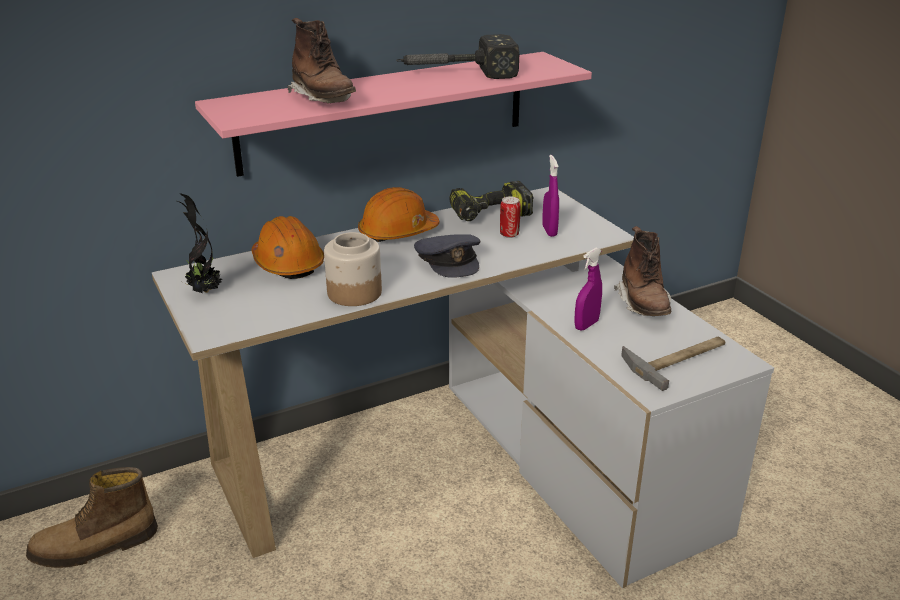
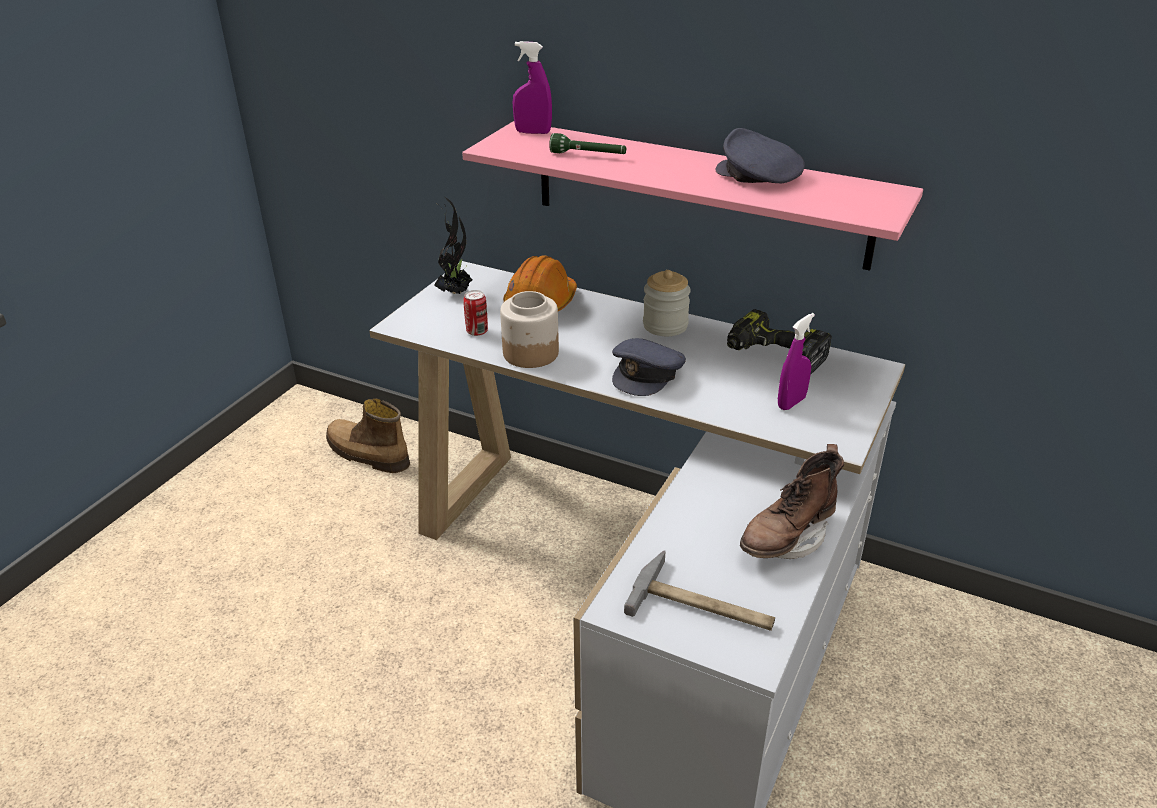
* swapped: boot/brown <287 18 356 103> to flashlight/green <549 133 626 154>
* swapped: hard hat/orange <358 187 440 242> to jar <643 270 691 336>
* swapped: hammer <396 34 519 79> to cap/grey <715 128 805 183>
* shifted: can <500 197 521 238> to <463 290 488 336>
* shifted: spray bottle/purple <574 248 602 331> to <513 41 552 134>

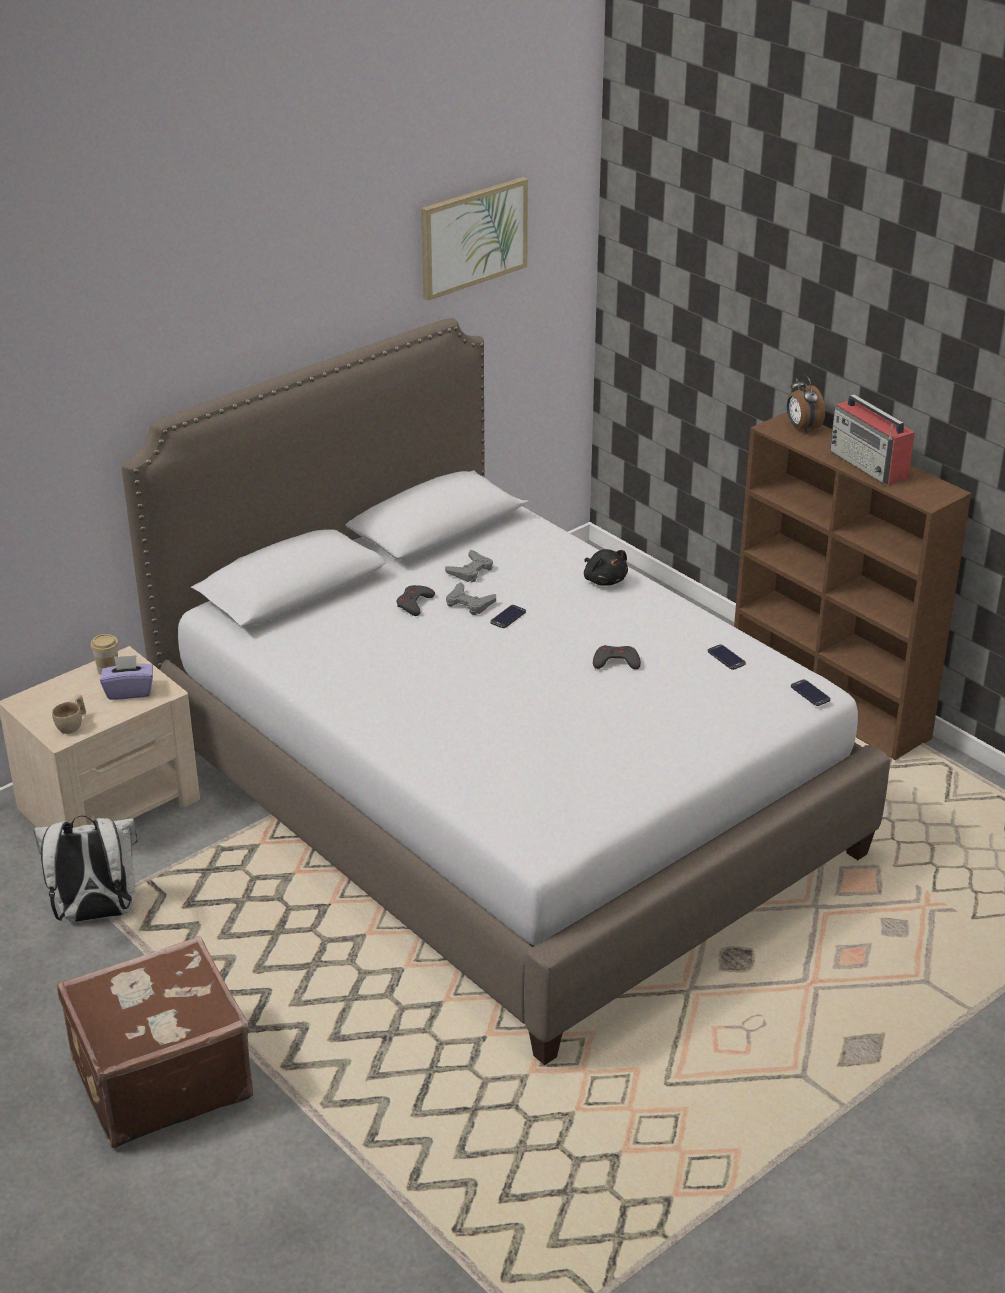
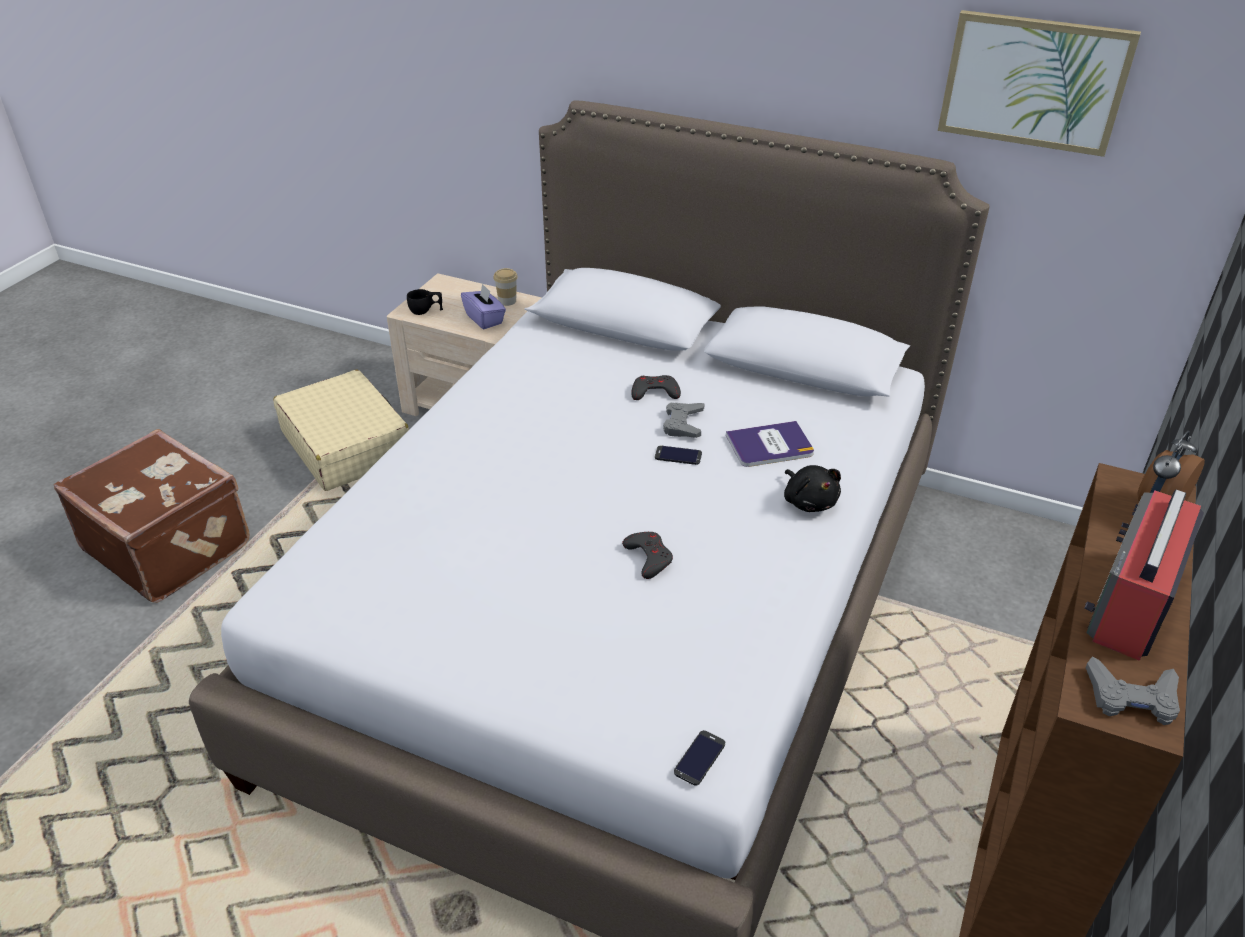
* swapped: backpack/white <34 816 138 922> to suitcase/beige <273 370 409 491>
* repainted: cup/beige <52 695 86 734> to cup/black <407 289 443 315>
* shifted: game controller/grey <445 550 493 582> to <1086 656 1180 725>
* rotated: plush toy/black <584 549 628 586> = <784 465 841 512> 60 degrees counterclockwise
* gone: phone <708 644 746 670>
* new: book <726 421 814 467>

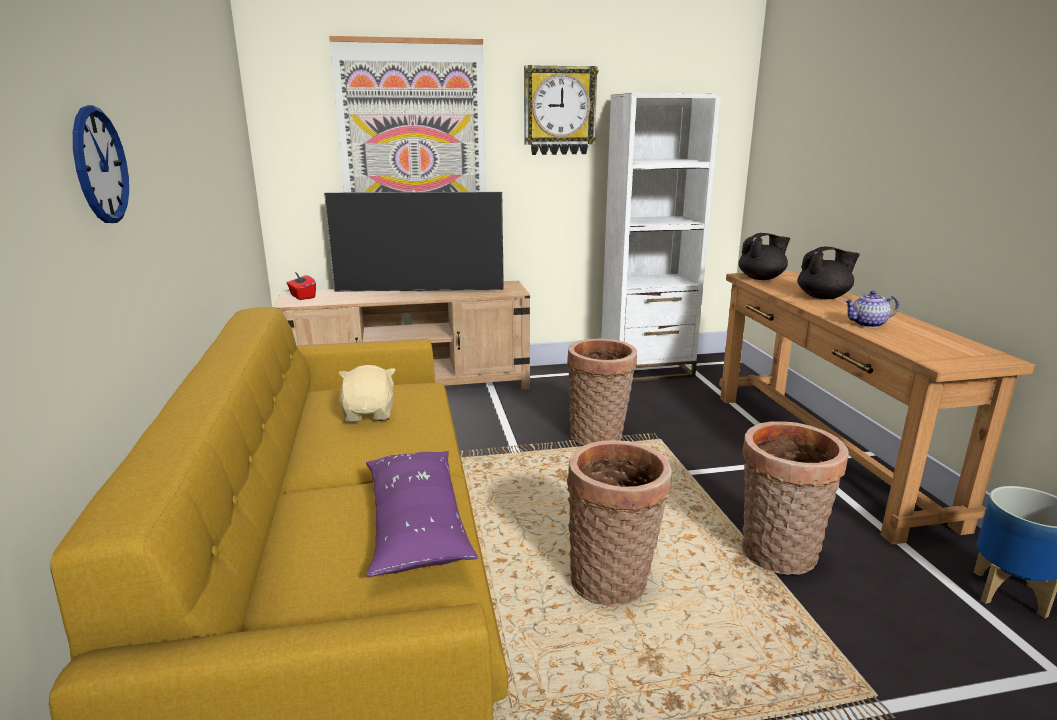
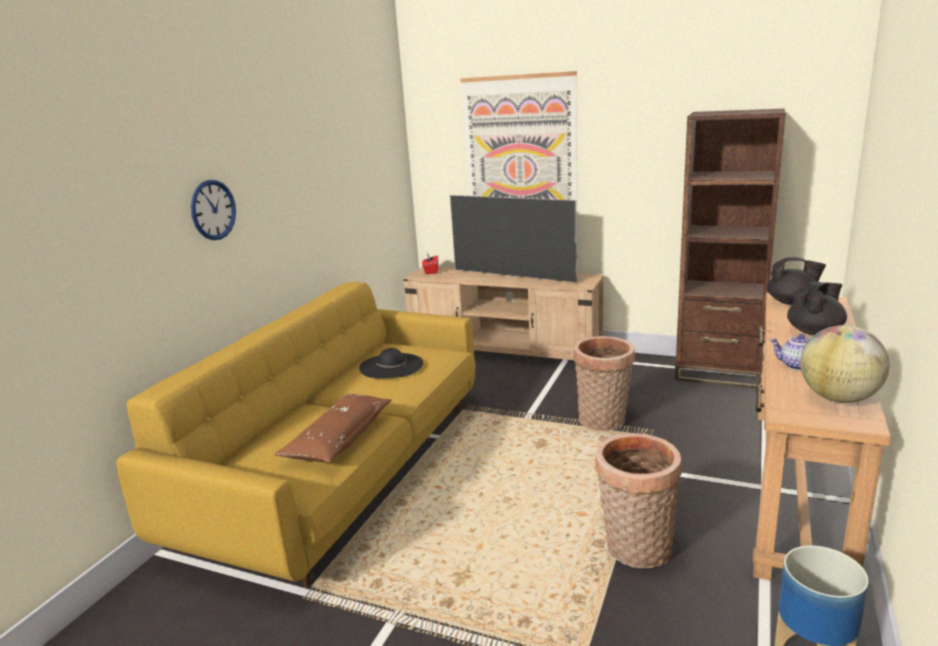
* swapped: plush toy/beige <339 365 395 423> to hat/black <359 348 423 379>
* repainted: pillow/purple <366 451 478 577> to pillow/brown <274 394 392 463>
* gone: wall clock <524 65 598 155>
* gone: basket <567 440 672 606>
* repainted: bookcase/white <601 93 721 382> to bookcase/brown <675 109 786 388>
* rotated: teapot/black <798 246 860 299> = <787 282 847 335> 60 degrees counterclockwise
* new: globe <801 325 889 403>

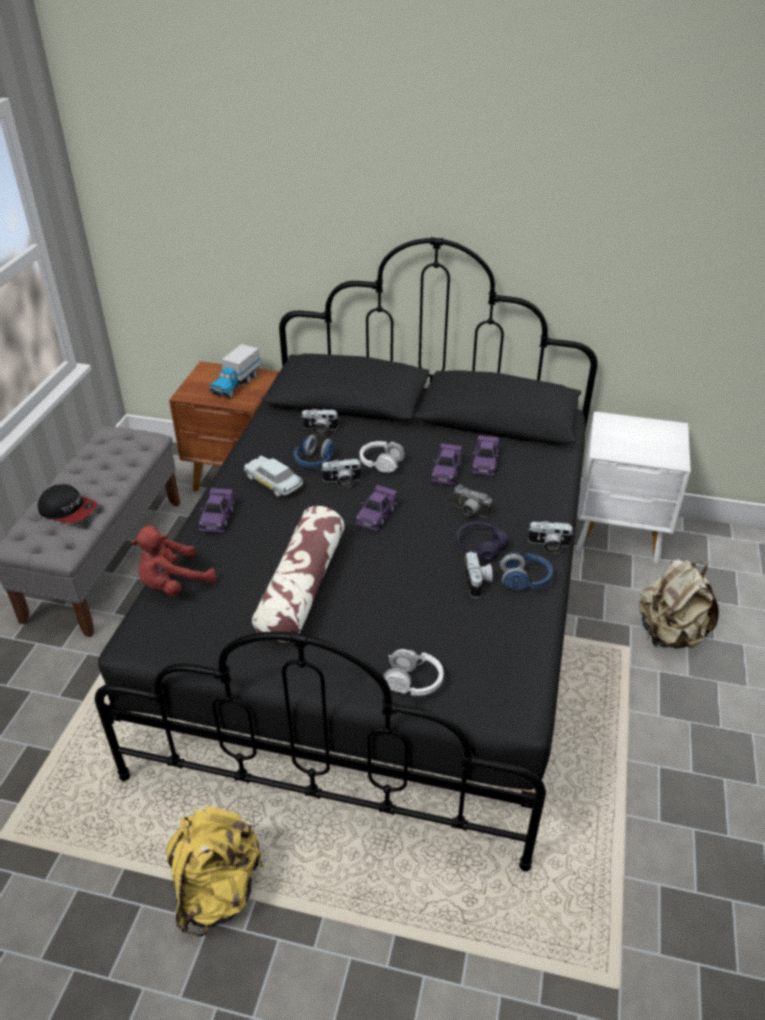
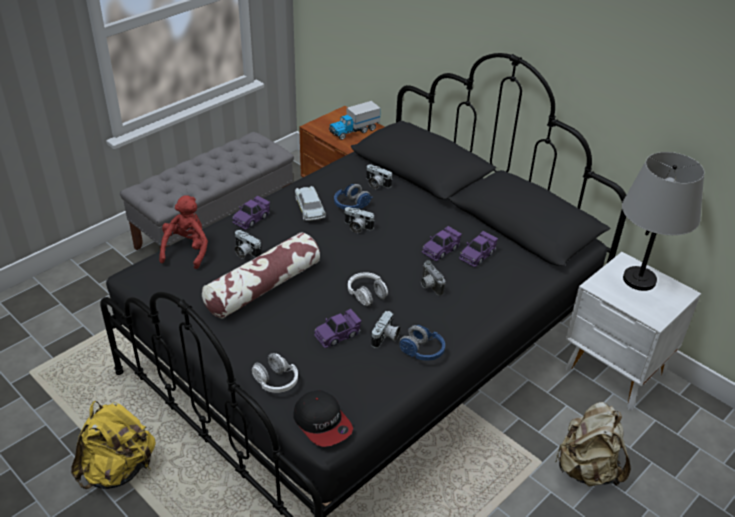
* shifted: cap <38 484 97 523> to <294 390 353 447>
* rotated: plush toy/red <131 525 217 596> = <159 195 208 269> 105 degrees clockwise
* shifted: toy car/purple <356 485 397 531> to <314 309 362 348>
* shifted: headphones/white <360 441 405 473> to <348 272 388 306>
* gone: headphones/purple <456 522 509 561>
* shifted: photo camera <528 521 573 554> to <235 230 261 259>
* new: table lamp/grey <622 152 704 291>

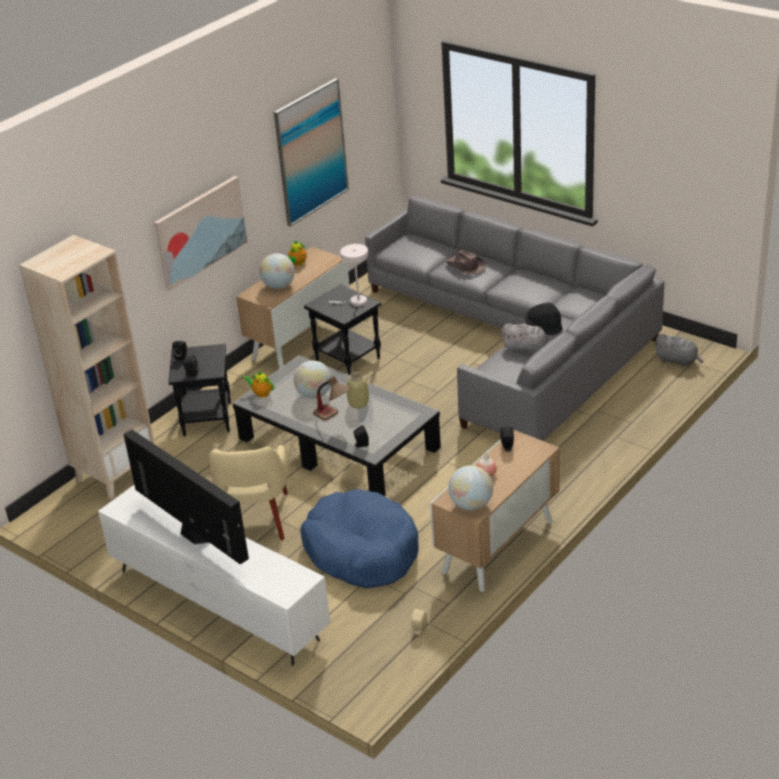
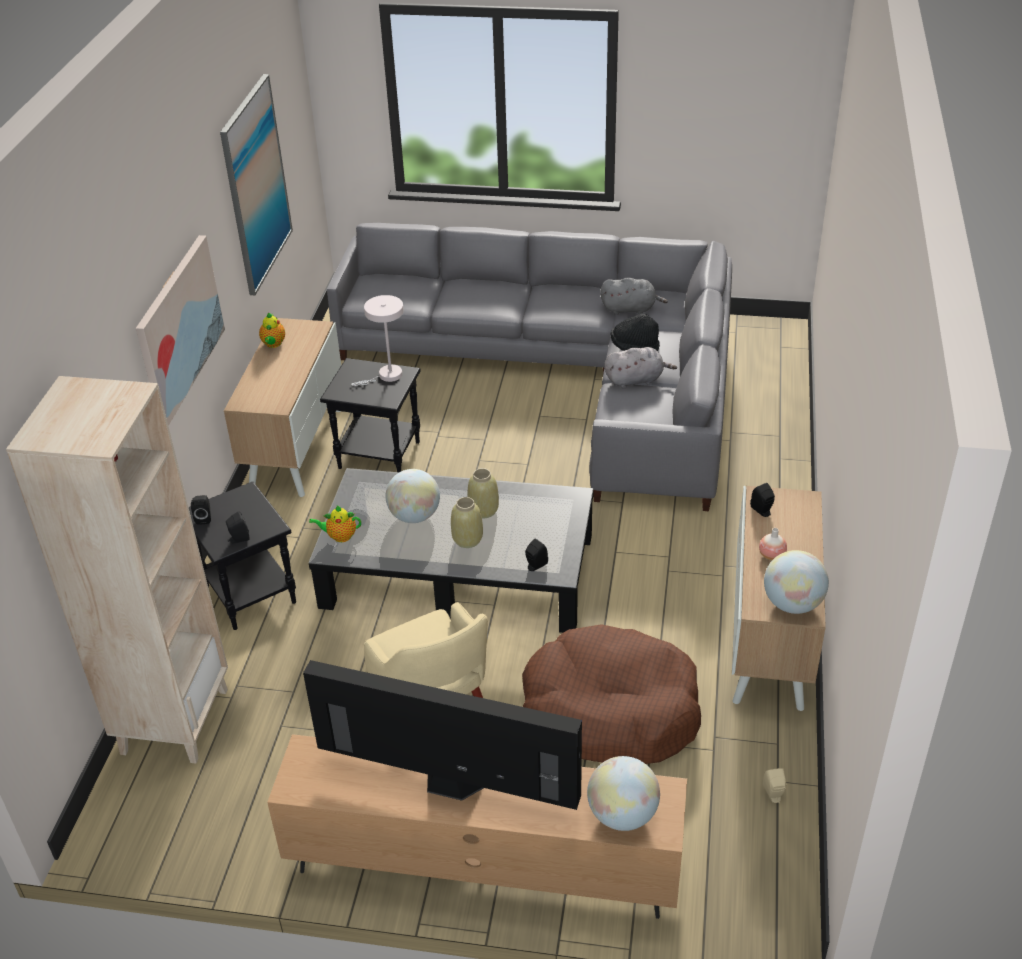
* repainted: tv stand/white <98 485 330 666> to tv stand/brown <267 734 687 919>
* shifted: globe <259 253 295 289> to <587 756 660 831>
* repainted: dog bed/blue <300 489 419 588> to dog bed/brown <522 624 701 764>
* swapped: table lamp <313 376 351 420> to vase/beige <451 497 483 548>
* gone: hat/brown <445 250 486 275>
* shifted: plush toy/grey <654 334 703 367> to <600 278 668 315>

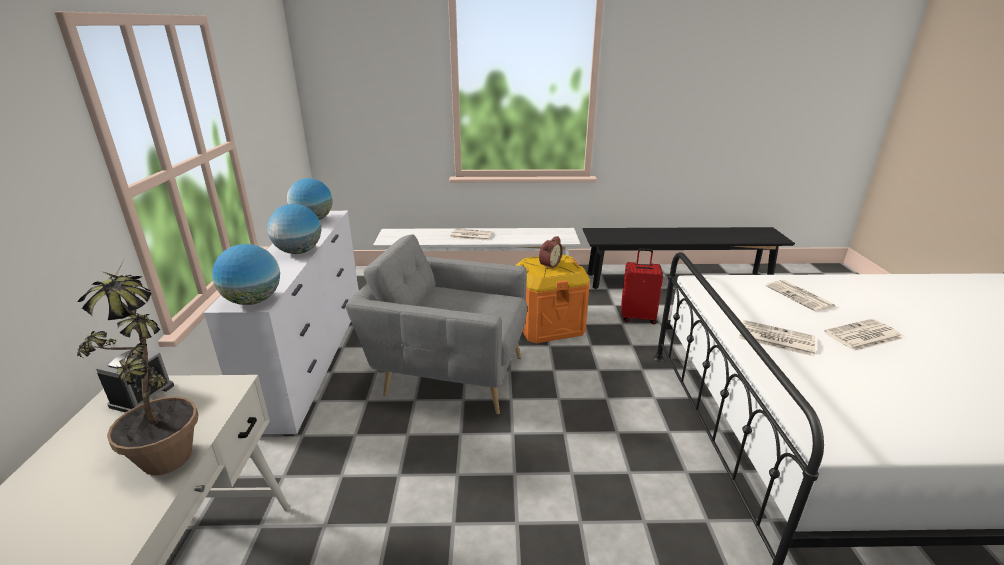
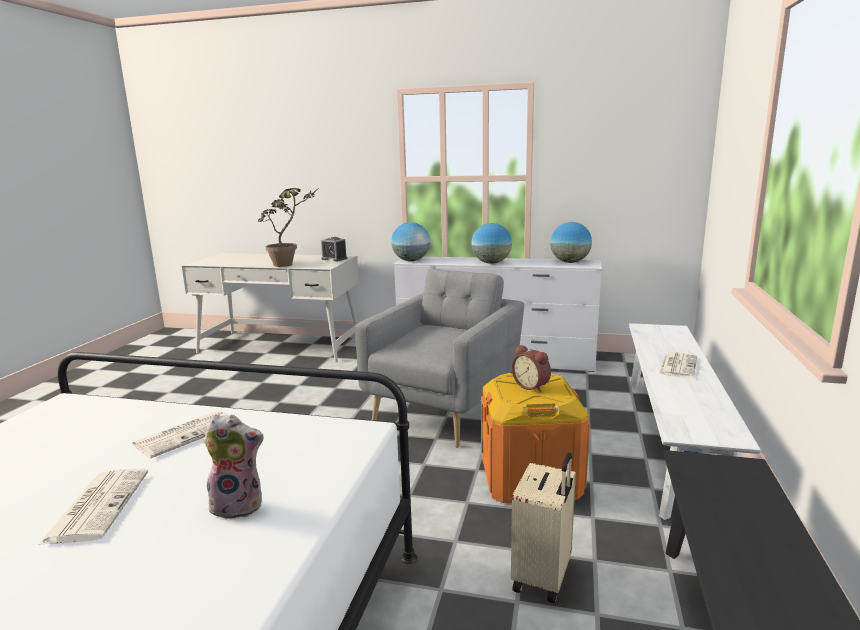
* repainted: suitcase/red <621 248 663 324> to suitcase/beige <511 452 576 603>
* swapped: newspaper <766 280 835 311> to plush toy <204 415 264 519>

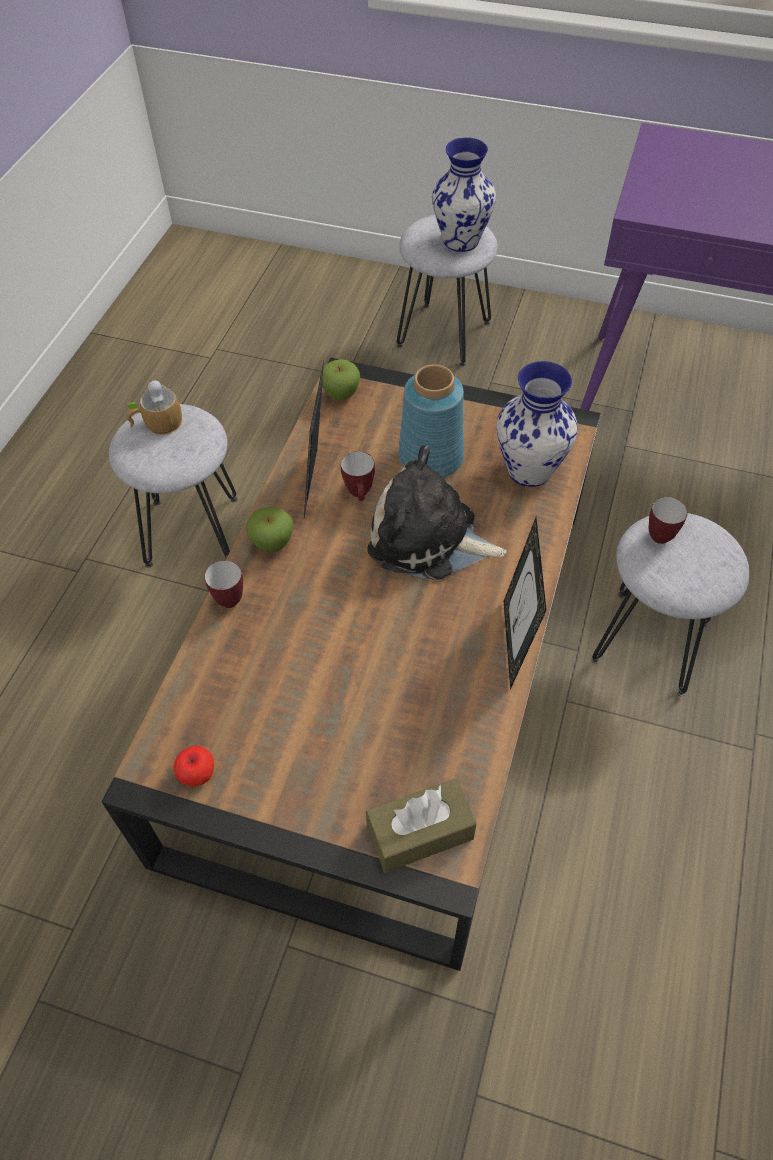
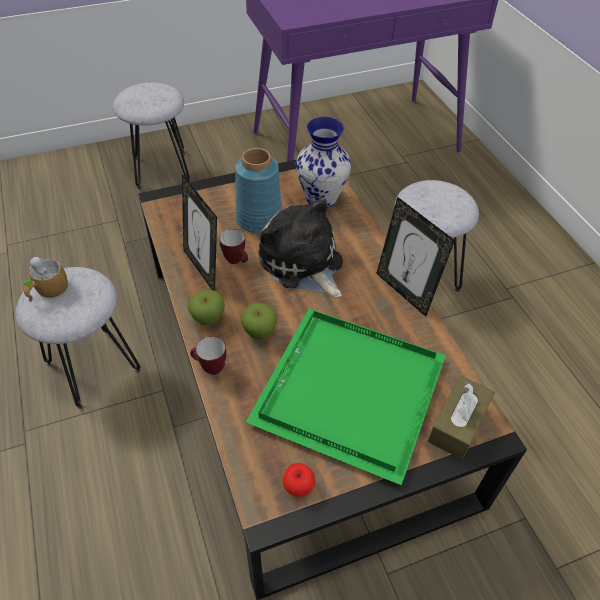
* shifted: apple <320 359 360 400> to <241 303 277 340>
* rotated: plush toy <367 445 507 580> = <258 197 343 298> 75 degrees clockwise
* gone: vase <432 137 496 252>
* gone: mug <649 497 688 544>
* new: tray/green <246 309 446 485>

